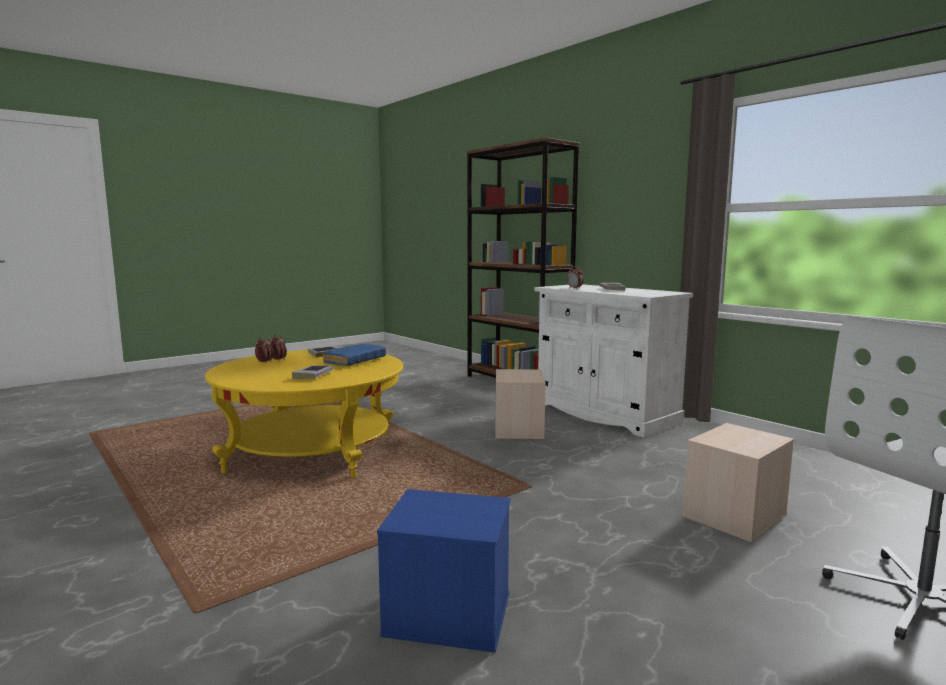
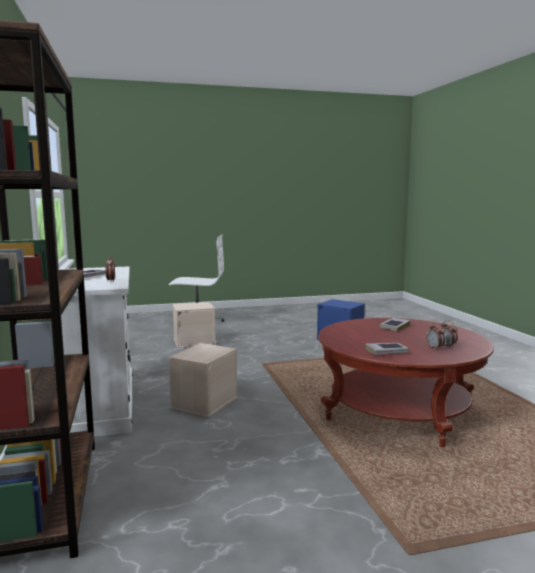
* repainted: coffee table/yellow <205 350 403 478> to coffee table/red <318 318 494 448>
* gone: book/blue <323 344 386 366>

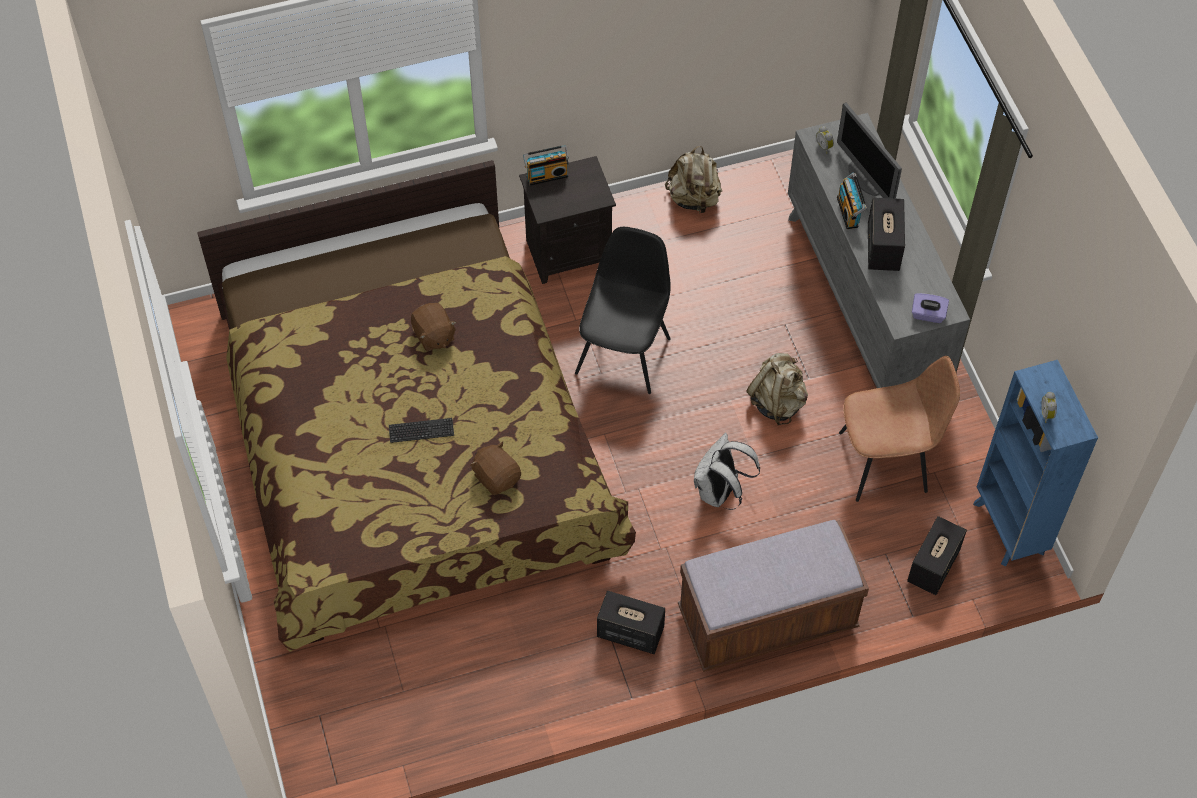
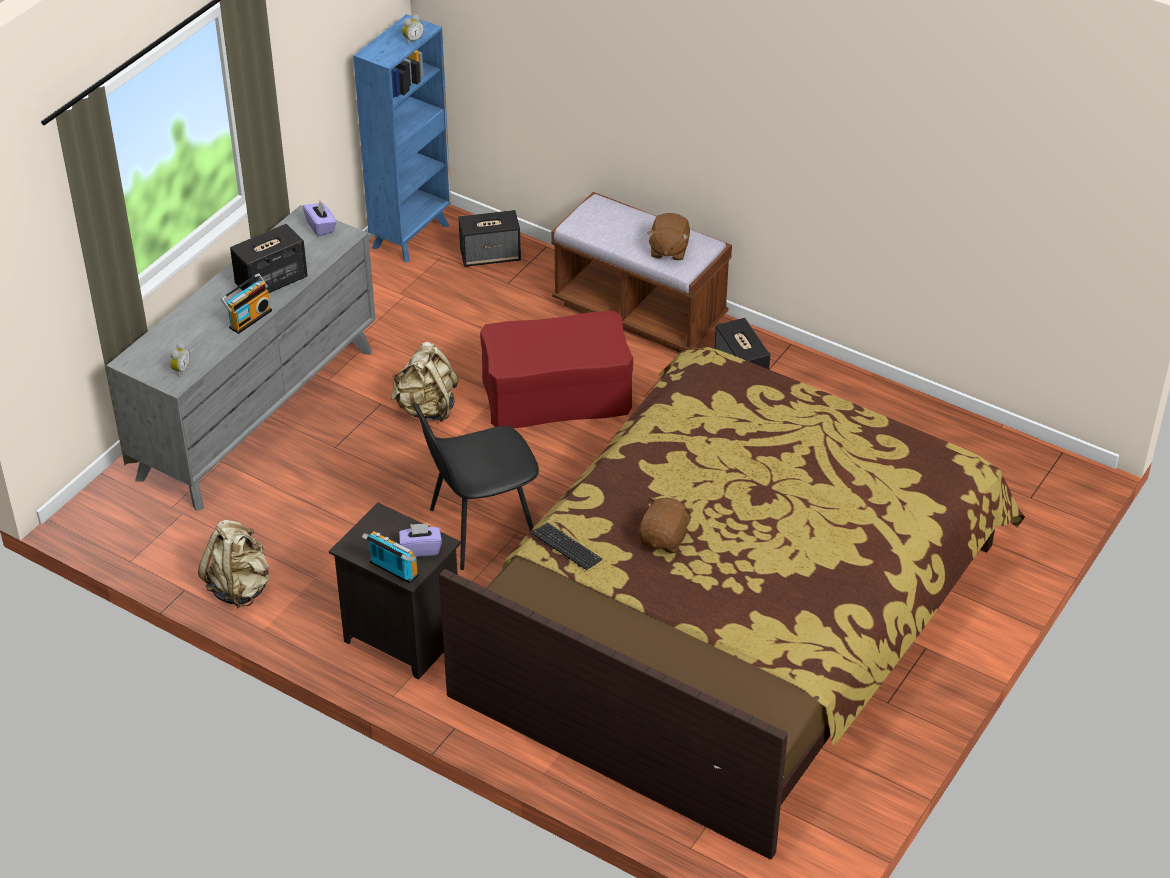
* shifted: keyboard <389 418 454 443> to <532 522 602 570>
* shifted: plush toy/brown <470 441 521 495> to <647 213 690 261>
* swapped: backpack/white <694 433 760 510> to ottoman/red <480 311 633 428>
* gone: monitor <837 103 902 199>
* gone: chair/brown <839 356 960 502>
* new: tissue box/purple <399 523 442 557>

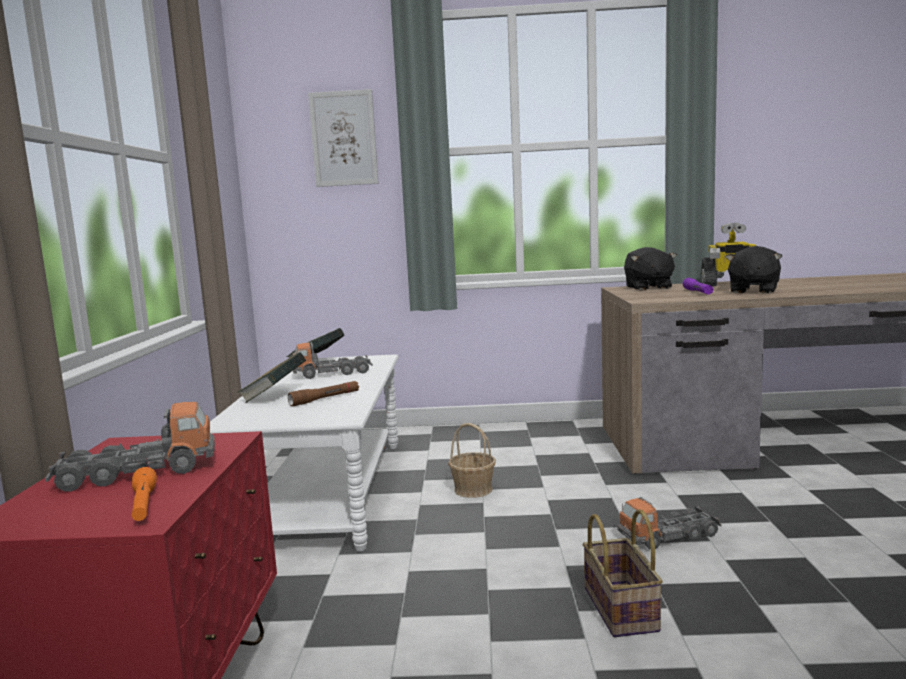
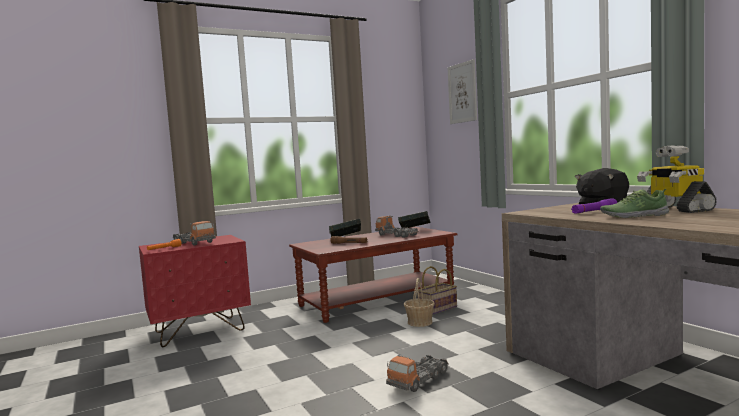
* repainted: coffee table/white <210 354 399 552> to coffee table/brown <289 227 458 323>
* shifted: basket <583 509 663 637> to <417 266 457 314>
* rotated: toy truck <617 497 722 550> = <386 355 449 392> 90 degrees counterclockwise
* swapped: plush toy/black <725 246 782 294> to shoe <600 189 669 218>

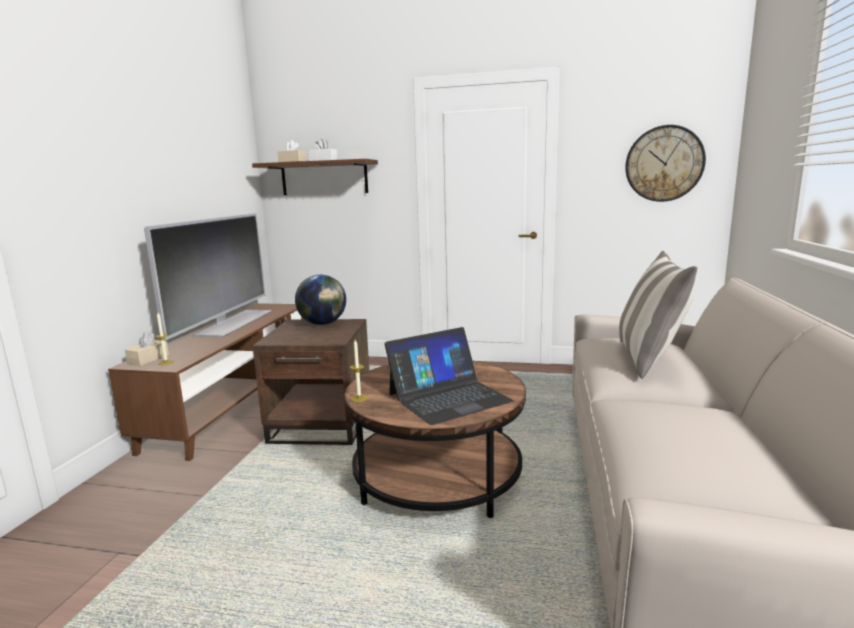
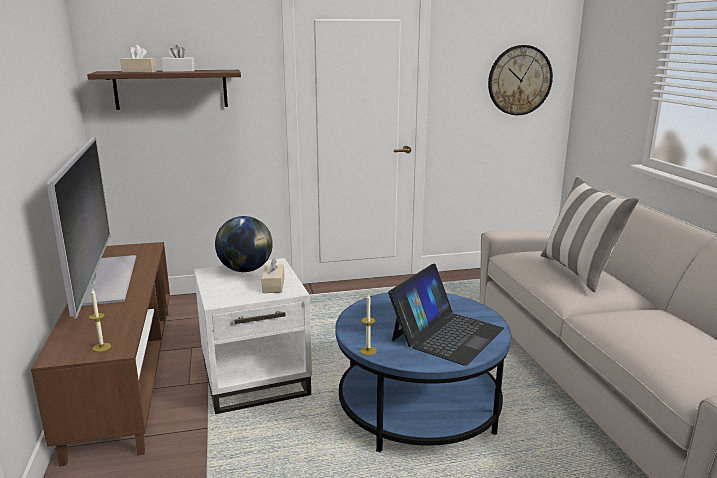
* shifted: tissue box/beige <125 332 169 366> to <261 257 285 293>
* repainted: side table/brown <253 319 369 445> to side table/white <194 258 312 414>
* repainted: coffee table/brown <345 361 526 518> to coffee table/blue <336 293 511 453>

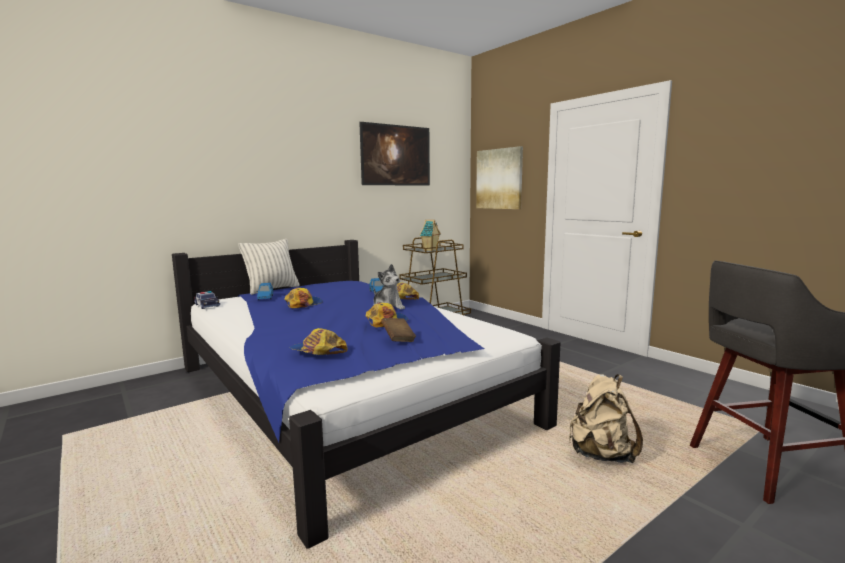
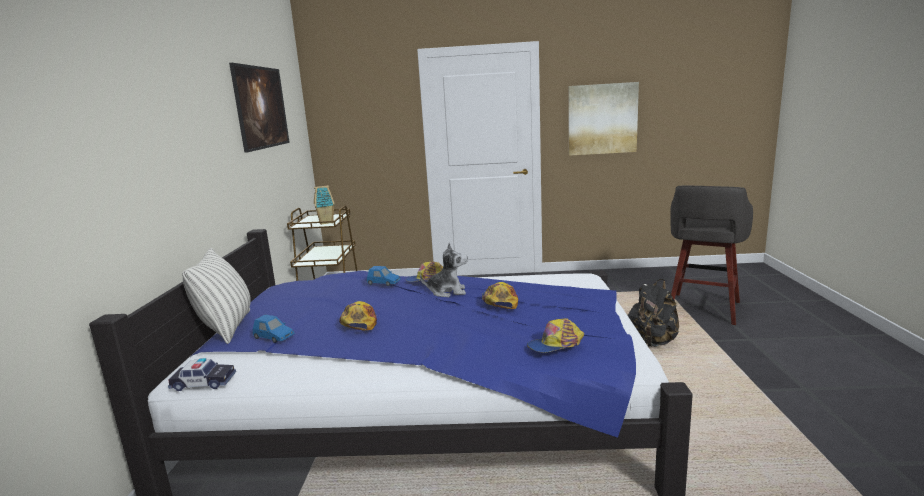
* gone: book/brown <381 318 416 342>
* shifted: picture <476 146 523 209> to <568 82 639 156>
* repainted: backpack/beige <568 374 643 463> to backpack/black <628 279 679 347>

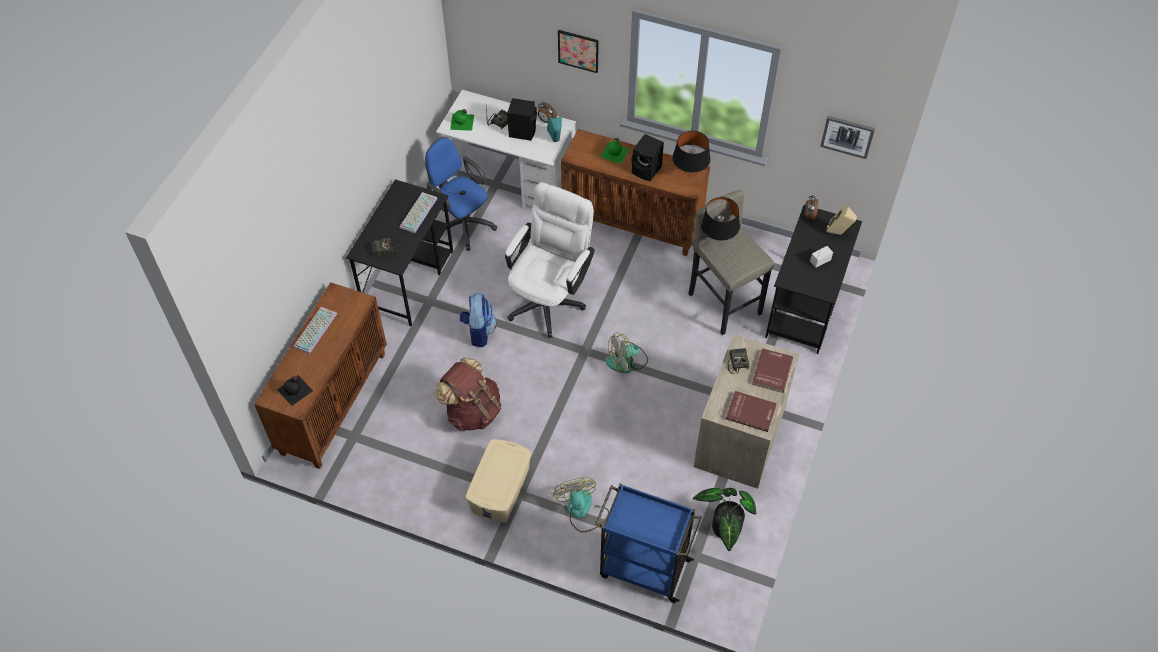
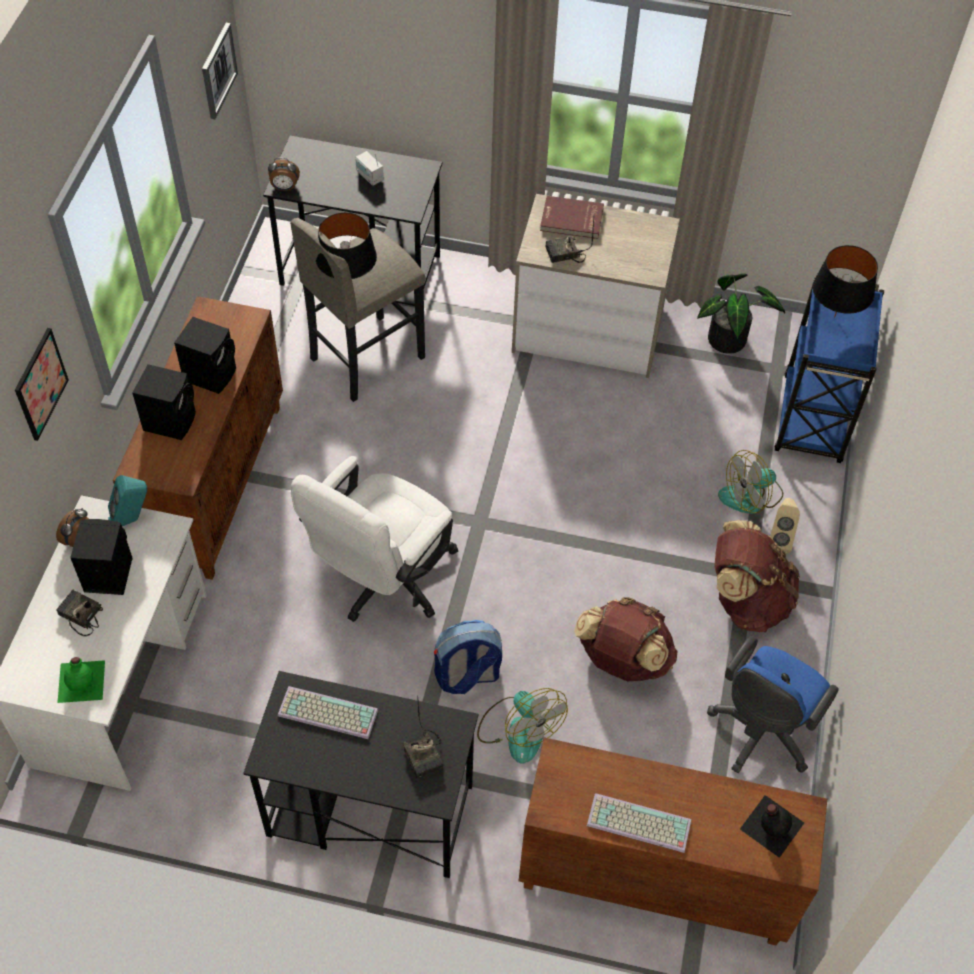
* shifted: office chair/blue <425 137 497 251> to <707 636 839 773>
* swapped: storage box/beige <465 439 531 522> to backpack/brown <714 520 800 632>
* rotated: office chair/white <505 182 595 338> = <291 456 458 622> 75 degrees counterclockwise
* swapped: bottle/green <600 138 629 164> to speaker/black <132 364 196 440>
* shifted: fan <605 333 648 374> to <477 688 568 764>
* shifted: table lamp/black <672 131 710 175> to <812 245 878 318>
* gone: book/red <726 391 777 432>
* shifted: speaker/beige <826 206 857 235> to <770 498 800 554>

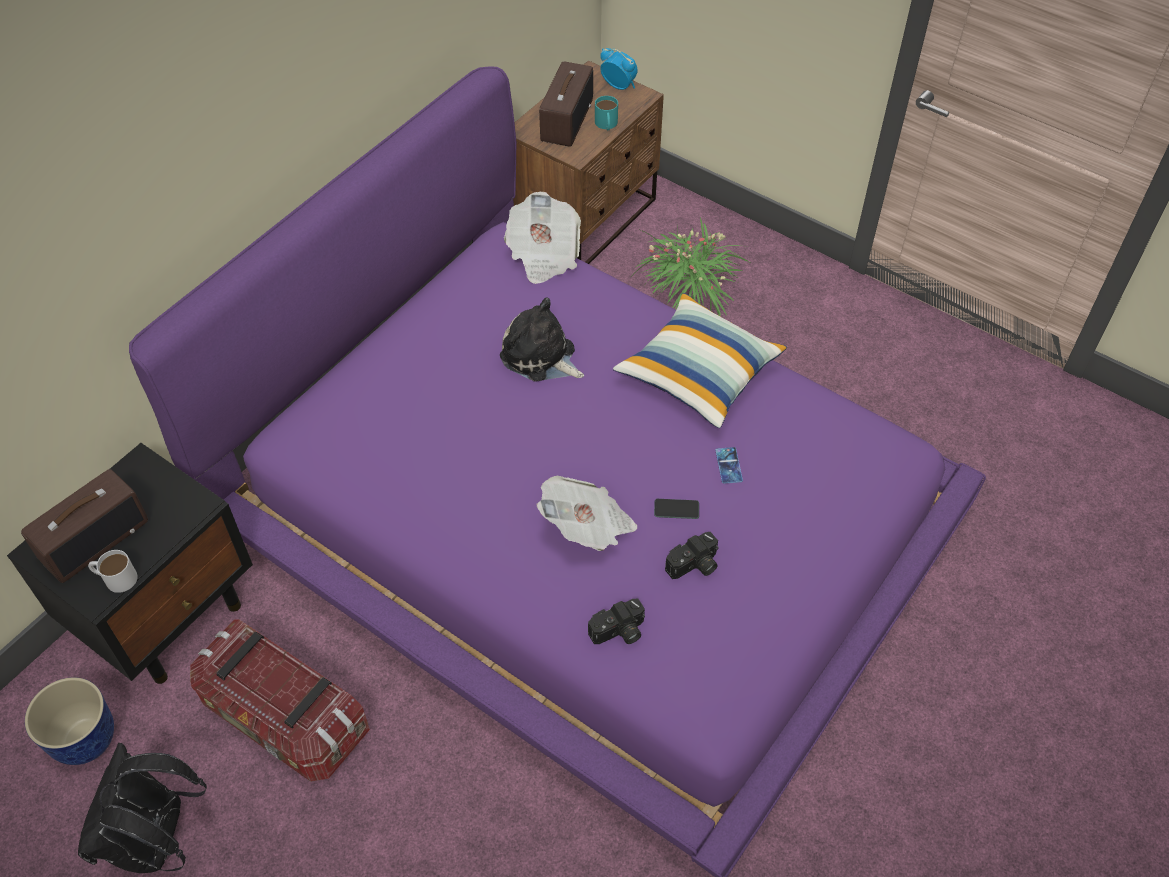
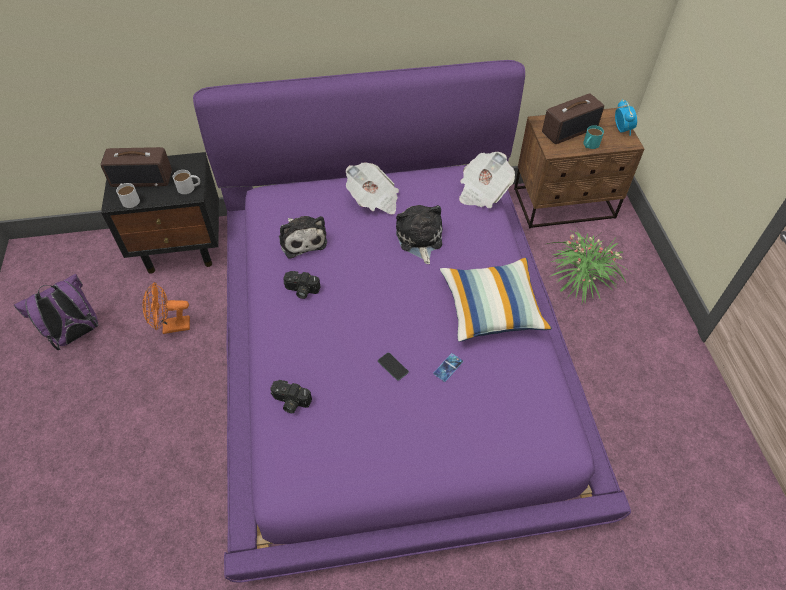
* gone: planter <25 677 114 765>
* repainted: backpack/black <78 743 207 873> to backpack/purple <14 274 98 350>
* swapped: storage box <190 620 370 782> to fan/orange <143 282 190 334>
* shifted: newspaper <536 476 637 551> to <346 163 399 215>
* shifted: photo camera <665 532 719 579> to <283 271 320 299>
* new: mug/white <173 170 200 194>
* new: plush toy <279 216 327 259>

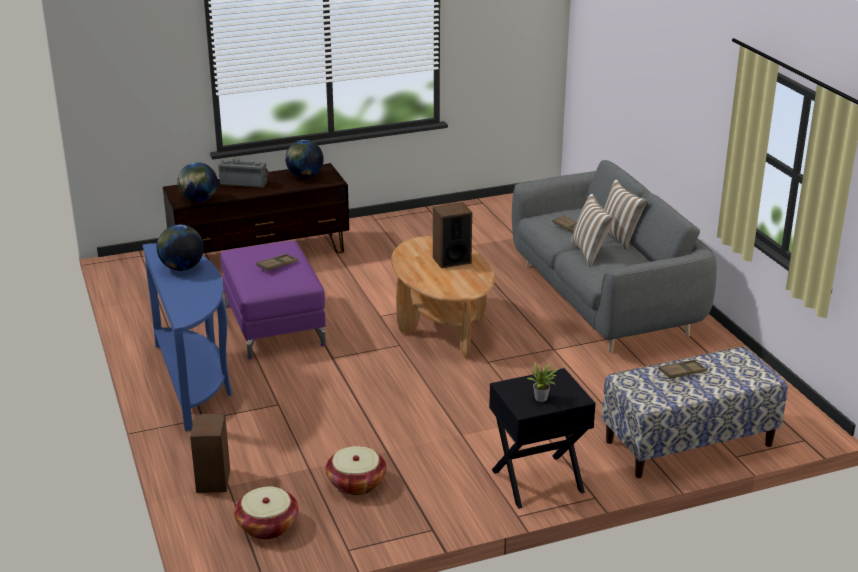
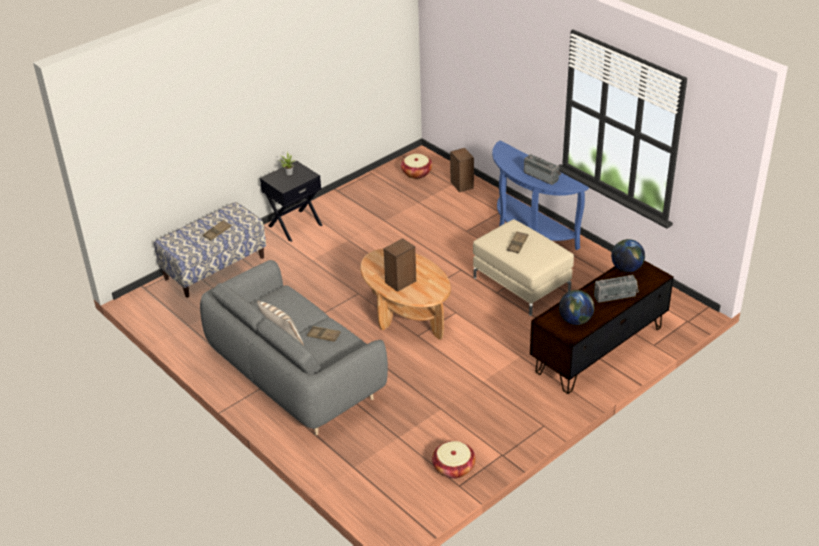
* swapped: globe <157 224 204 271> to radio <524 154 561 185>
* repainted: ottoman/purple <220 240 326 359> to ottoman/beige <473 219 574 316>
* shifted: basket <326 446 386 495> to <432 441 476 479>
* gone: pillow <571 194 613 266>

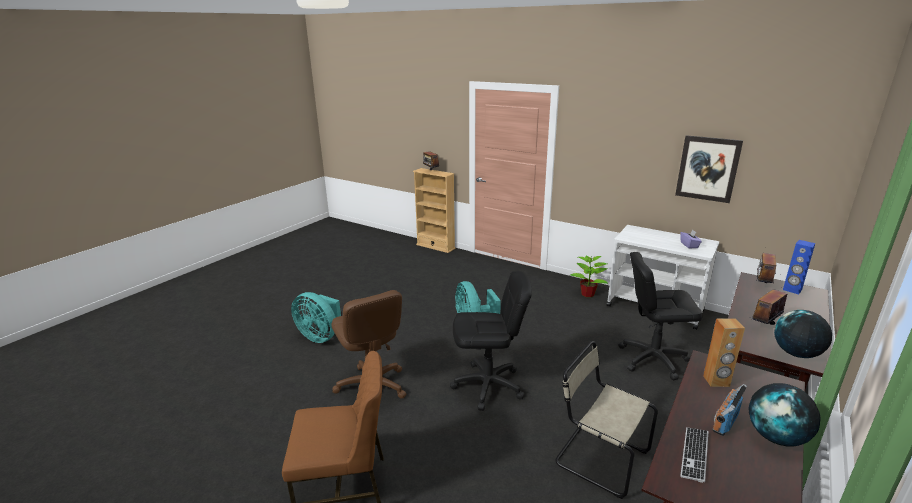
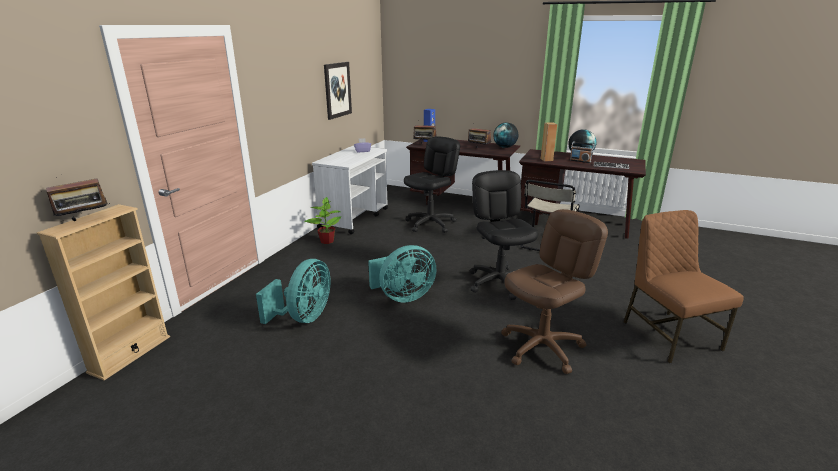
* shifted: fan/turquoise <291 292 341 343> to <256 259 331 324>
* rotated: office chair/black <618 252 703 380> = <404 136 460 233> 135 degrees counterclockwise

